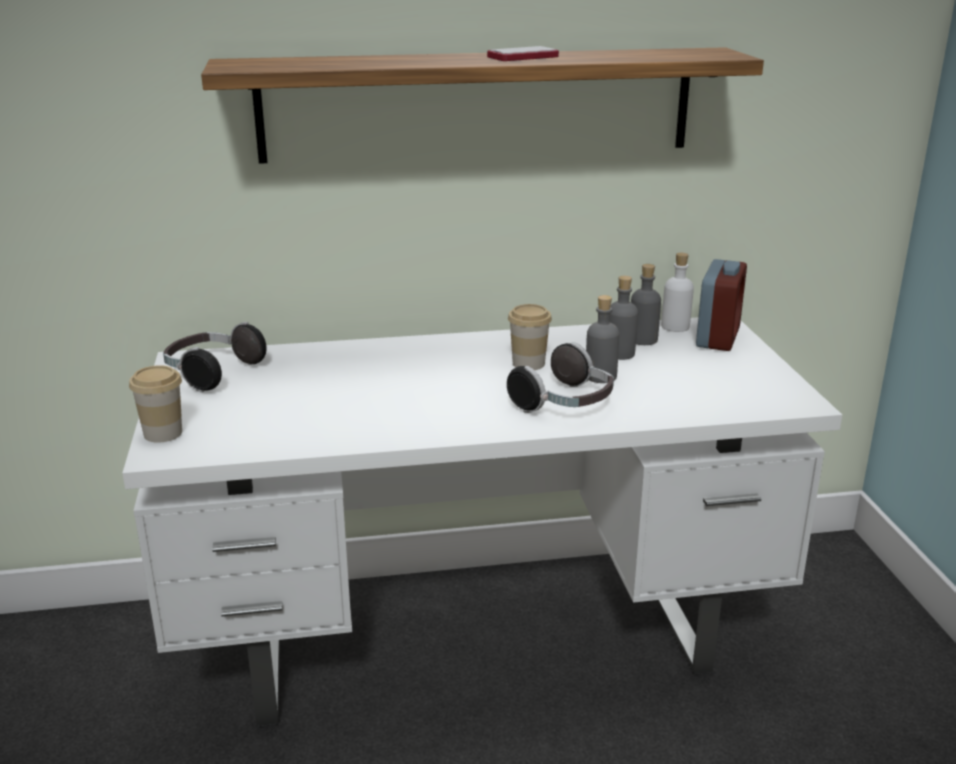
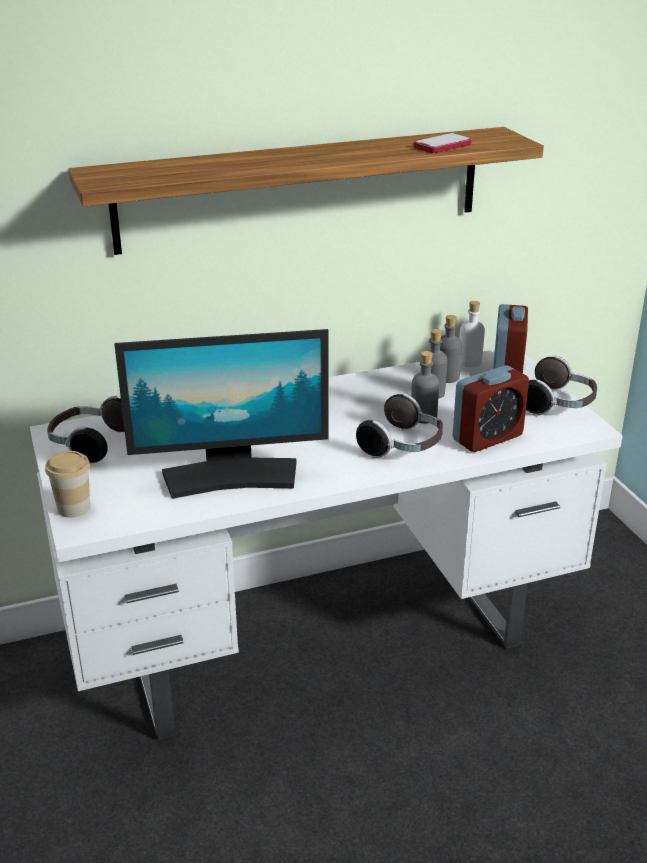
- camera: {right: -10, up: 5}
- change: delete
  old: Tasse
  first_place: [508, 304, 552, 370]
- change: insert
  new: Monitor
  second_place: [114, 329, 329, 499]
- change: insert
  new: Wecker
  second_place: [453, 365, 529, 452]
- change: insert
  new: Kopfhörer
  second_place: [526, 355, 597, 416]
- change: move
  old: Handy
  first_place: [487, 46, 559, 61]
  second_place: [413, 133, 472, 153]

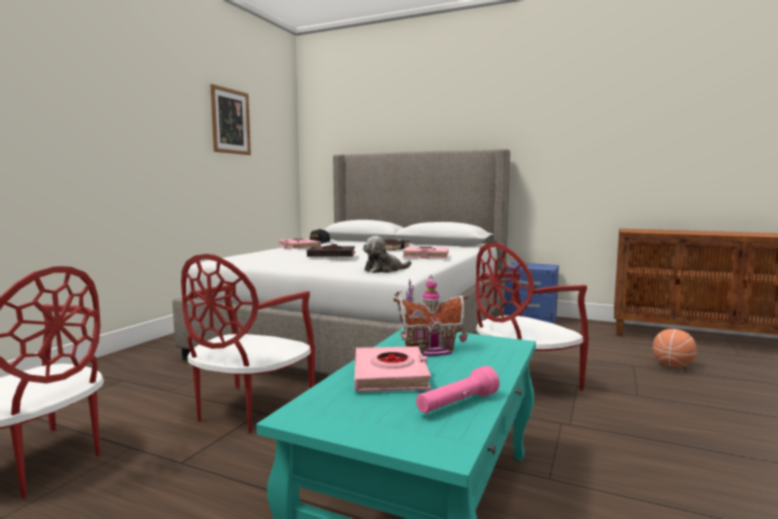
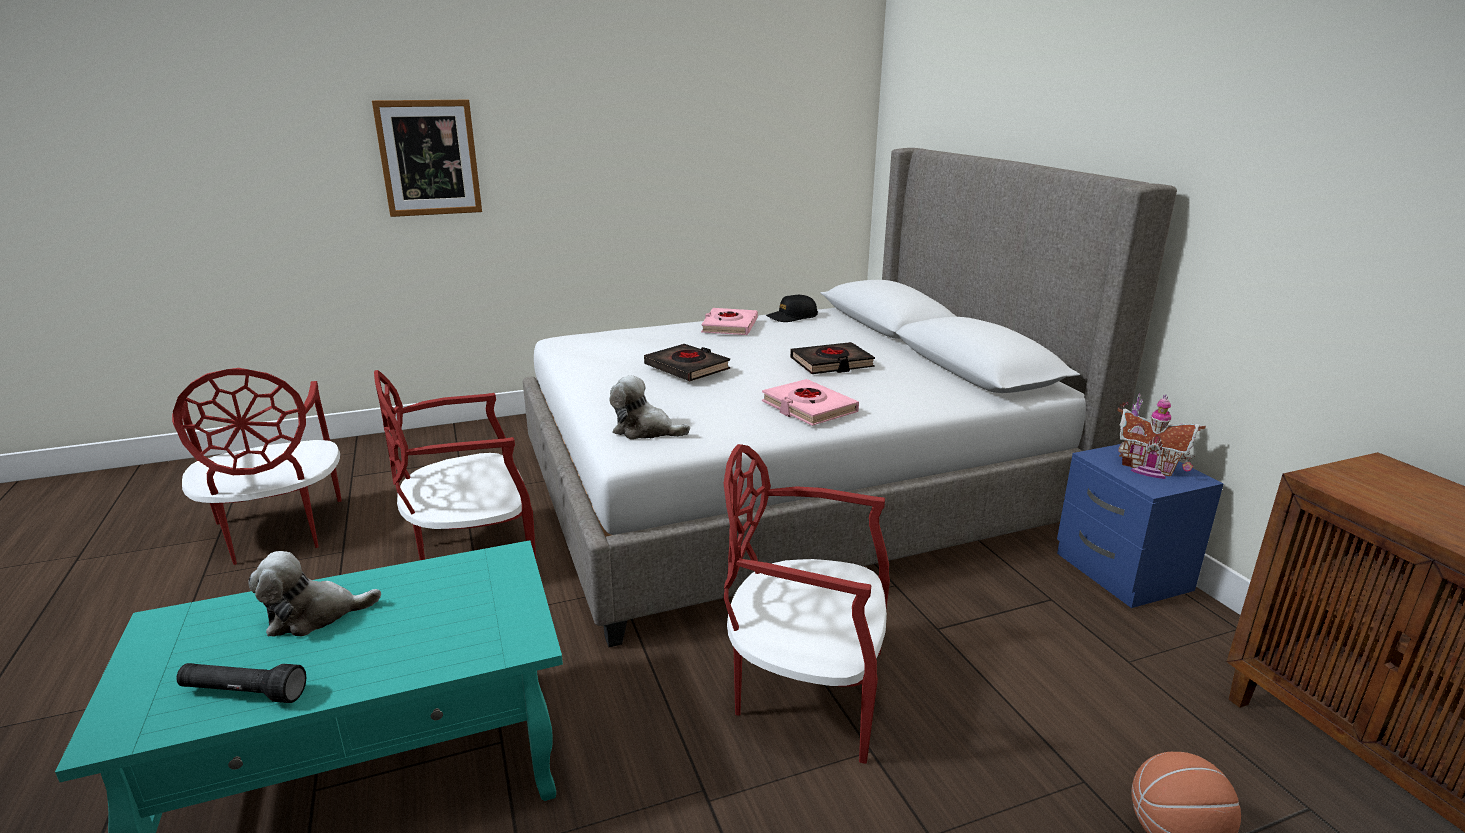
- camera: {right: 45, up: 15}
- change: move
  old: Bild
  first_place: [210, 84, 251, 155]
  second_place: [372, 100, 482, 217]
- change: move
  old: Spielzeughaus
  first_place: [393, 275, 468, 356]
  second_place: [1117, 393, 1206, 479]
- change: replace
  old: Buch/rosa
  new: Plüschtier
  first_place: [354, 346, 431, 392]
  second_place: [249, 551, 381, 637]
- change: recolor
  old: Taschenlampe/rosa
  new: Taschenlampe/schwarz
  first_place: [416, 366, 500, 413]
  second_place: [176, 663, 306, 703]

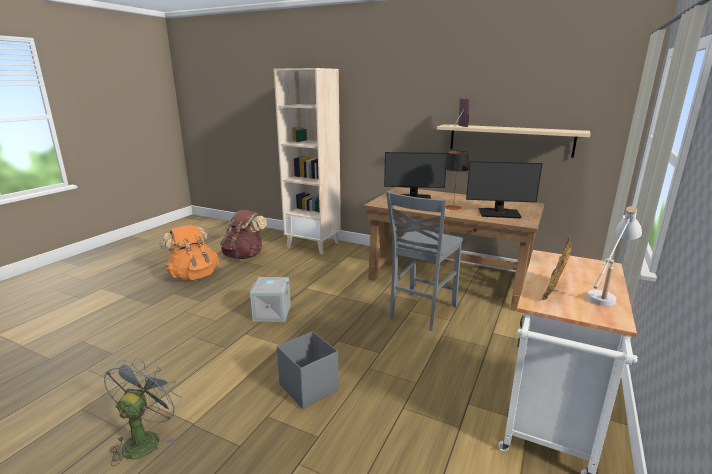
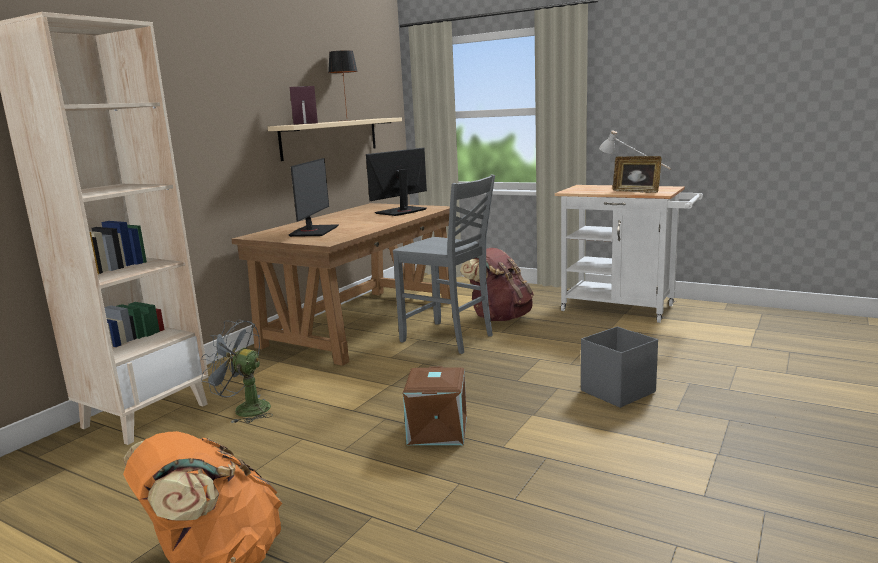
- camera: {right: -85, up: -5}
- change: move
  old: Ventilator/grau
  first_place: [104, 358, 182, 466]
  second_place: [201, 320, 273, 423]
- change: move
  old: Rucksack/braun
  first_place: [220, 210, 267, 259]
  second_place: [460, 248, 534, 321]
- change: move
  old: Tischlampe
  first_place: [444, 151, 469, 210]
  second_place: [328, 50, 358, 121]
- change: recolor
  old: Aufbewahrungsbox/grau
  new: Aufbewahrungsbox/braun
  first_place: [250, 277, 291, 322]
  second_place: [403, 366, 467, 445]
- change: rotate
  old: Monitor
  first_place: [466, 161, 543, 218]
  second_place: [366, 148, 427, 216]
  degrees: -150

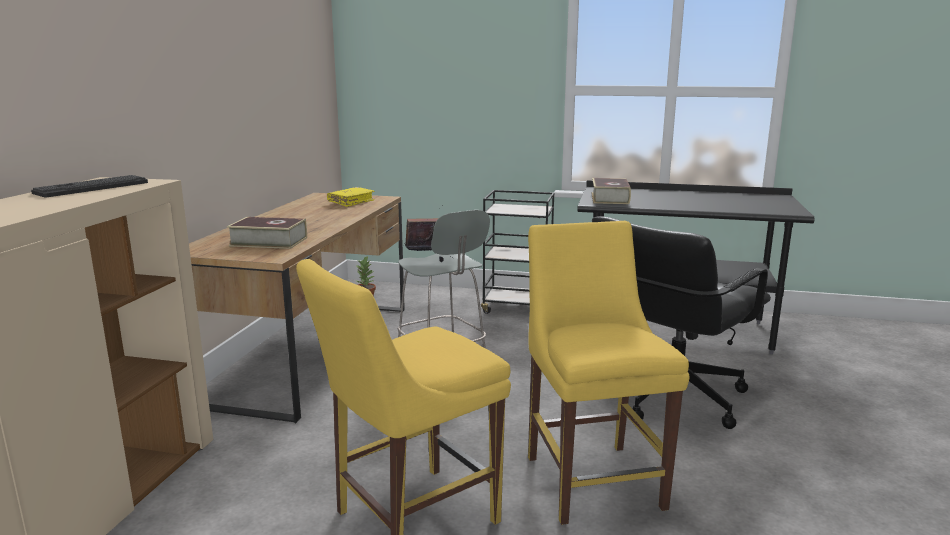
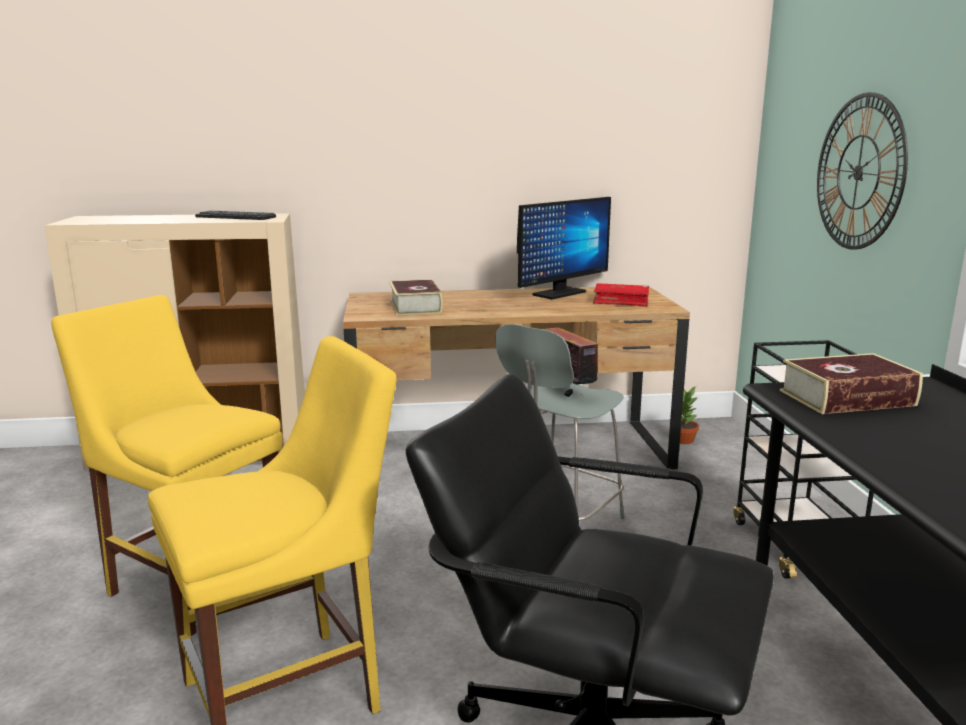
- camera: {right: 70, up: 0}
- change: insert
  new: Monitor
  second_place: [517, 197, 611, 299]
- change: insert
  new: Wanduhr
  second_place: [817, 92, 908, 250]
- change: recolor
  old: Buch/gelb
  new: Buch/rot
  first_place: [327, 187, 375, 207]
  second_place: [593, 283, 649, 307]

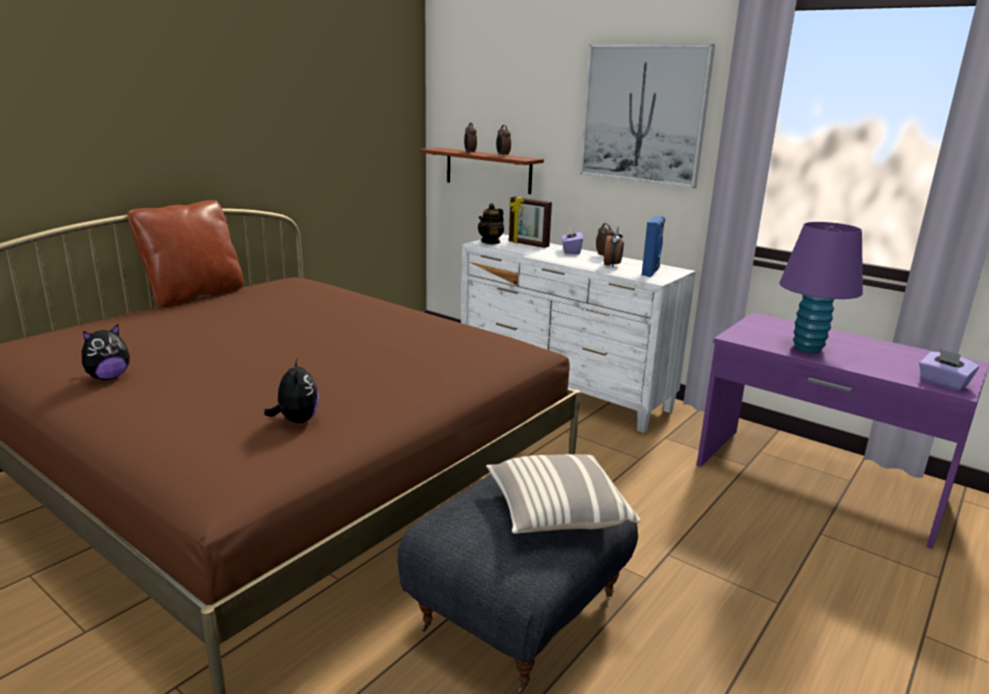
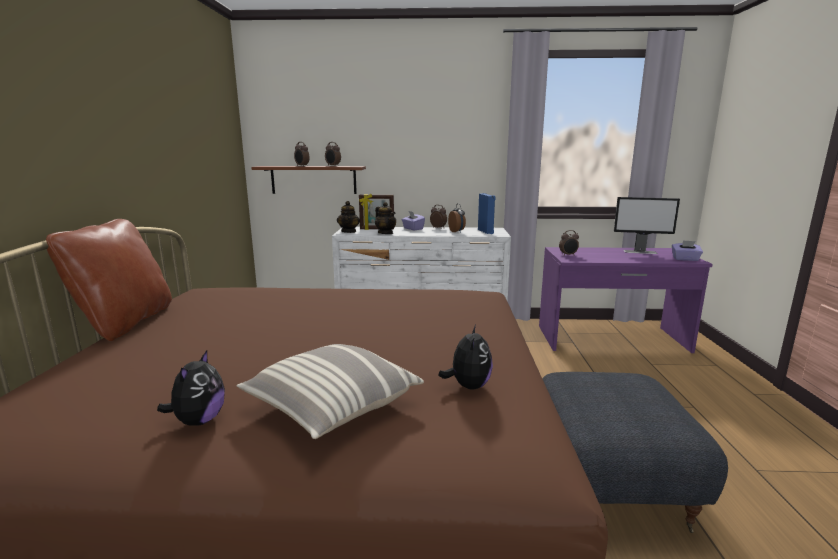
- camera: {right: -35, up: -5}
- change: delete
  old: Bild
  first_place: [580, 44, 715, 188]
- change: delete
  old: Tischlampe/lila
  first_place: [779, 222, 863, 353]
- change: insert
  new: Teekanne
  second_place: [375, 202, 396, 234]
- change: insert
  new: Wecker
  second_place: [559, 230, 579, 256]
- change: insert
  new: Monitor
  second_place: [614, 197, 680, 254]
- change: move
  old: Kissen
  first_place: [486, 454, 640, 534]
  second_place: [236, 344, 424, 439]
- change: rotate
  old: Plüschtier
  first_place: [264, 359, 319, 423]
  second_place: [438, 325, 493, 390]
  degrees: 60

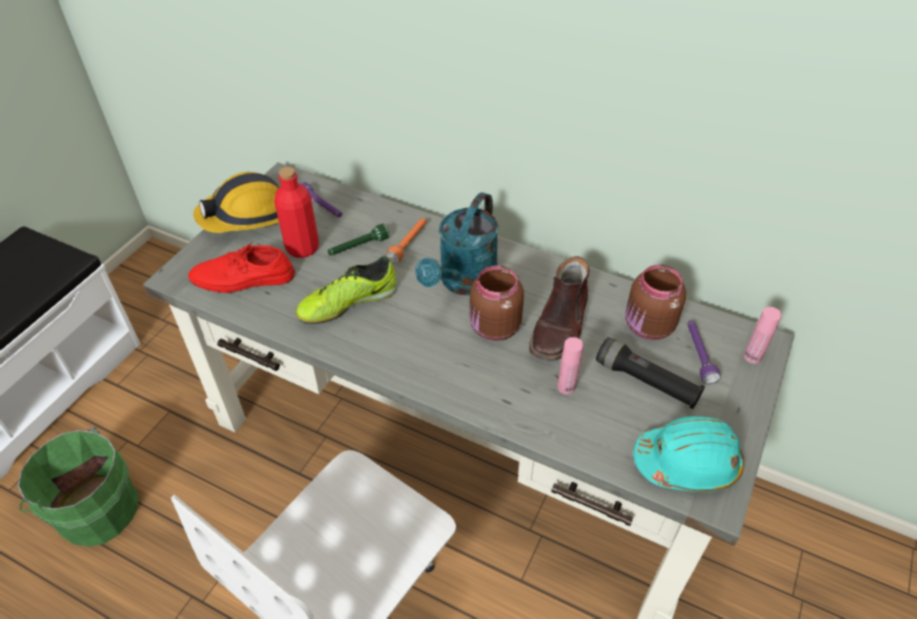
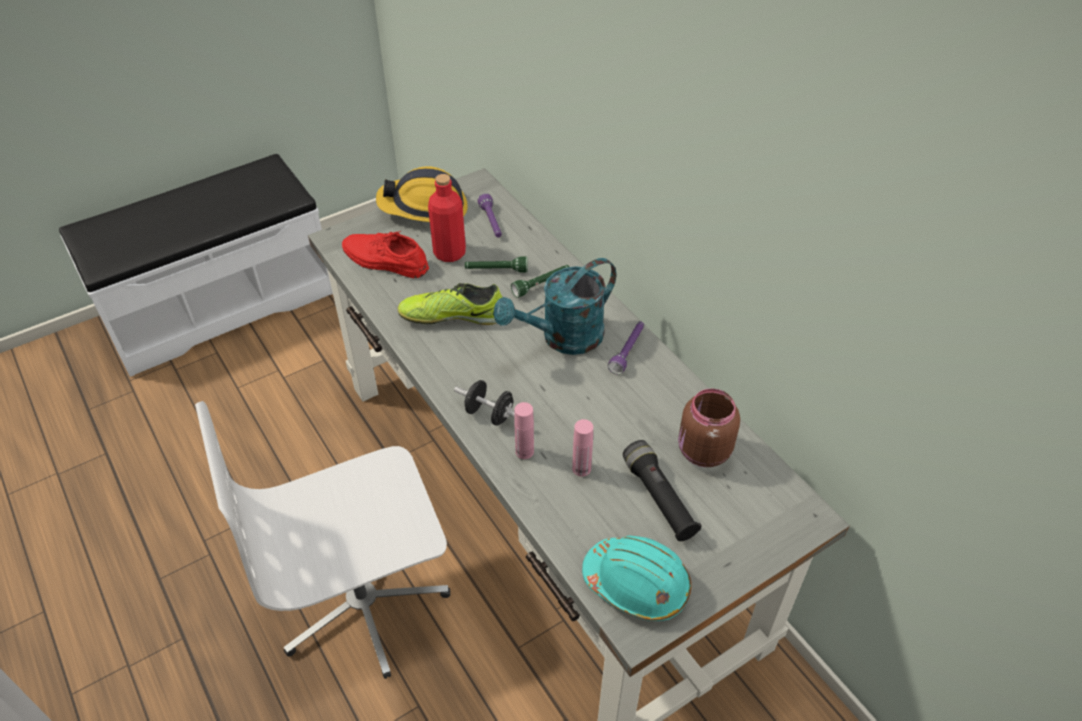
- camera: {right: 30, up: 0}
- change: delete
  old: Eimer/grün
  first_place: [18, 427, 139, 547]
- change: delete
  old: Vorratsglas/braun
  first_place: [470, 265, 524, 341]
- change: delete
  old: Stiefel/braun
  first_place: [529, 256, 589, 361]
- change: insert
  new: Hantel/schwarz
  second_place: [454, 380, 515, 426]
- change: move
  old: Taschenlampe/lila
  first_place: [687, 321, 721, 384]
  second_place: [608, 322, 644, 375]
- change: move
  old: Flasche/rosa
  first_place: [743, 307, 782, 364]
  second_place: [514, 402, 534, 459]
- change: recolor
  old: Taschenlampe/orange
  new: Taschenlampe/grün
  first_place: [386, 218, 427, 264]
  second_place: [511, 265, 569, 298]

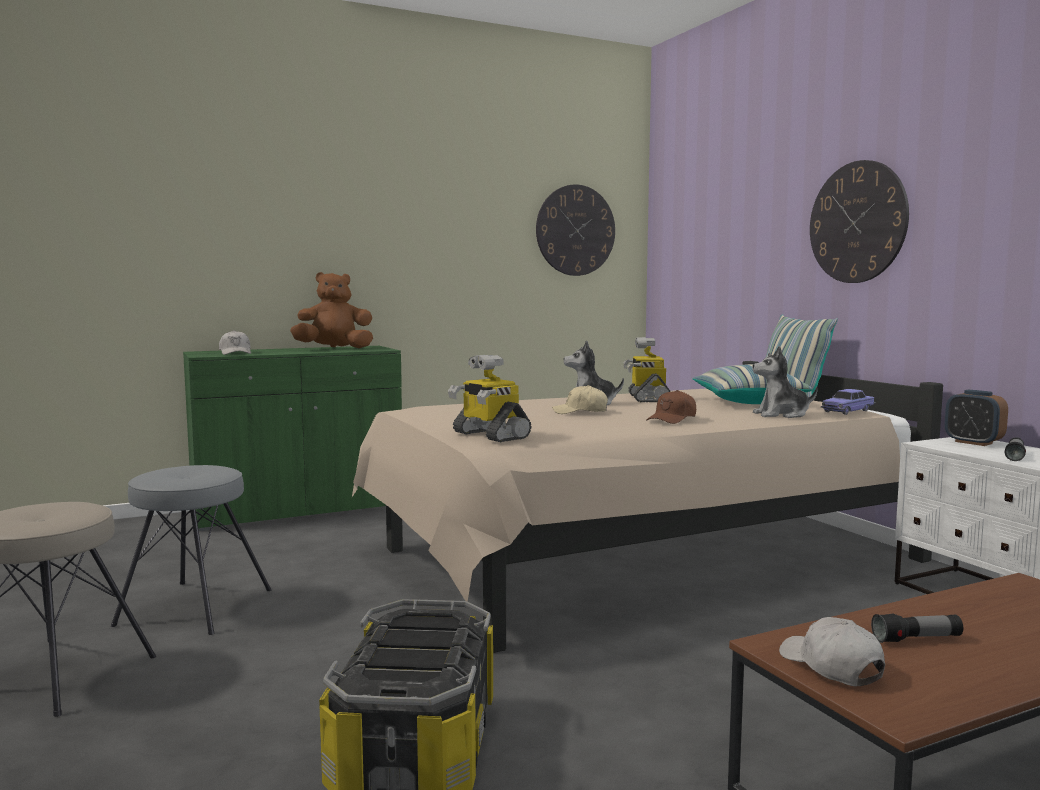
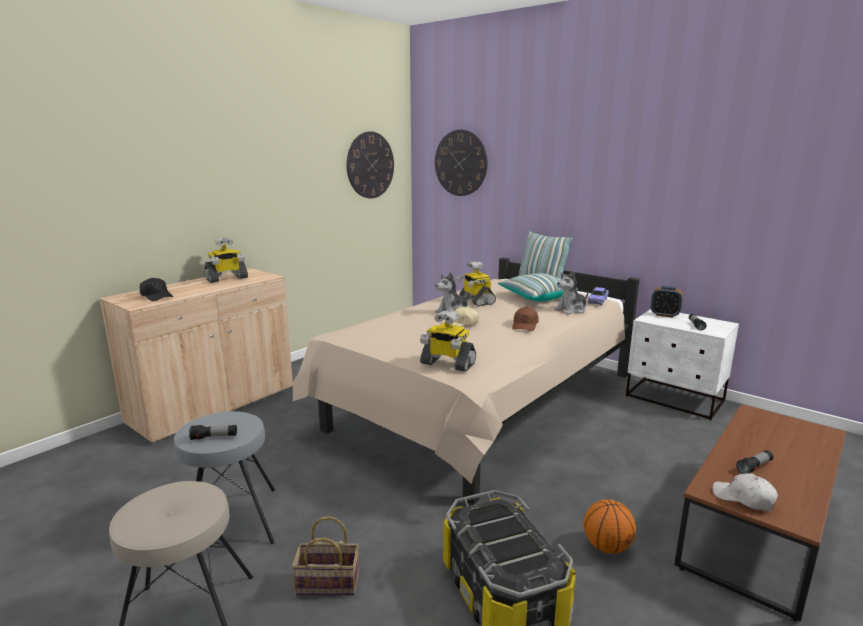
- camera: {right: -25, up: 10}
- change: insert
  new: Taschenlampe
  second_place: [189, 425, 237, 440]
- change: insert
  new: Korb
  second_place: [292, 516, 359, 595]
- change: insert
  new: Basketball
  second_place: [584, 499, 636, 553]
- change: move
  old: Wanduhr
  first_place: [810, 160, 909, 283]
  second_place: [435, 130, 488, 196]
- change: replace
  old: Plüschtier/braun
  new: Spielzeugroboter
  first_place: [290, 272, 373, 348]
  second_place: [204, 237, 248, 283]
- change: recolor
  old: Schrank/grün
  new: Schrank/beige
  first_place: [183, 346, 402, 531]
  second_place: [99, 268, 293, 444]
- change: recolor
  old: Kappe/weiß
  new: Kappe/schwarz
  first_place: [219, 330, 251, 355]
  second_place: [140, 278, 173, 301]

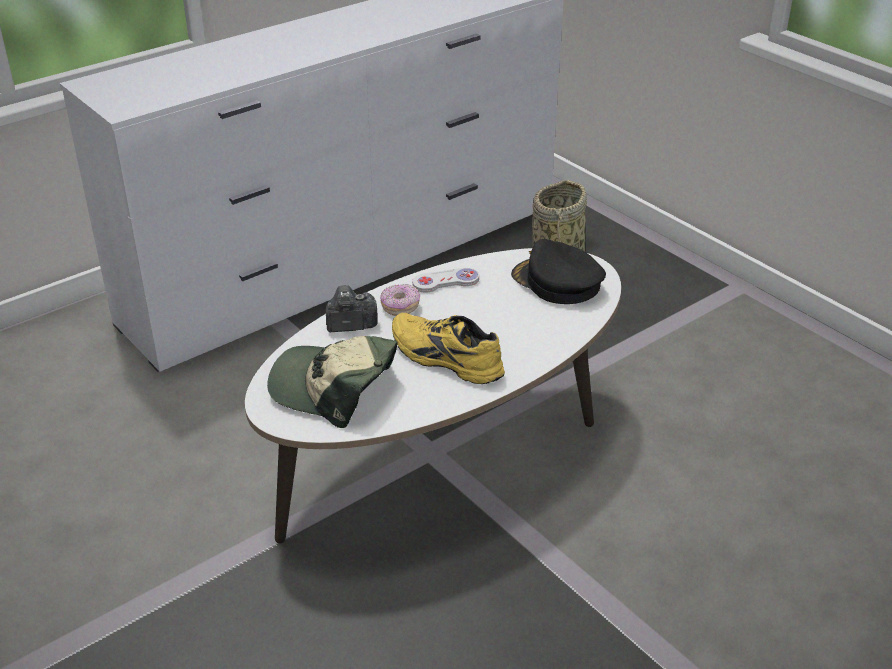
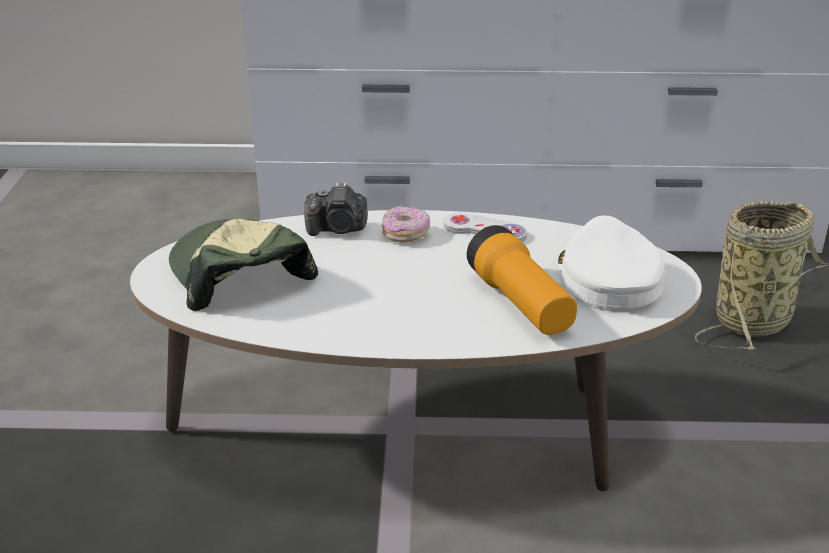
- camera: {right: 40, up: -5}
- change: delete
  old: Schuh/gelb
  first_place: [392, 313, 505, 384]
- change: insert
  new: Taschenlampe
  second_place: [467, 225, 577, 335]
- change: recolor
  old: Kappe/schwarz
  new: Kappe/weiß
  first_place: [511, 239, 606, 304]
  second_place: [558, 215, 665, 309]
- change: rotate
  old: Kamera
  first_place: [326, 285, 377, 332]
  second_place: [304, 183, 368, 236]
  degrees: 150

